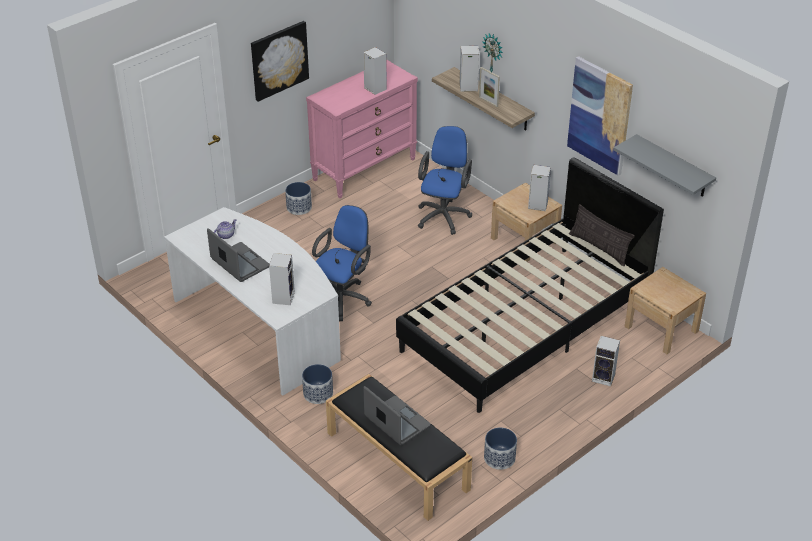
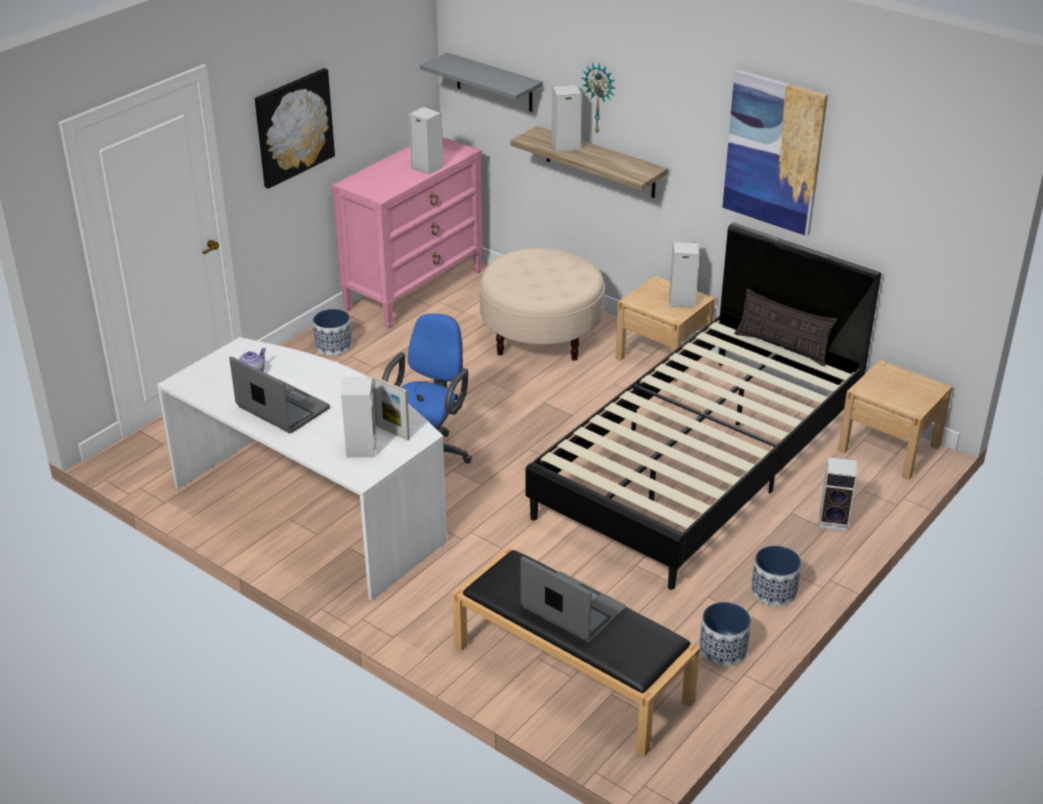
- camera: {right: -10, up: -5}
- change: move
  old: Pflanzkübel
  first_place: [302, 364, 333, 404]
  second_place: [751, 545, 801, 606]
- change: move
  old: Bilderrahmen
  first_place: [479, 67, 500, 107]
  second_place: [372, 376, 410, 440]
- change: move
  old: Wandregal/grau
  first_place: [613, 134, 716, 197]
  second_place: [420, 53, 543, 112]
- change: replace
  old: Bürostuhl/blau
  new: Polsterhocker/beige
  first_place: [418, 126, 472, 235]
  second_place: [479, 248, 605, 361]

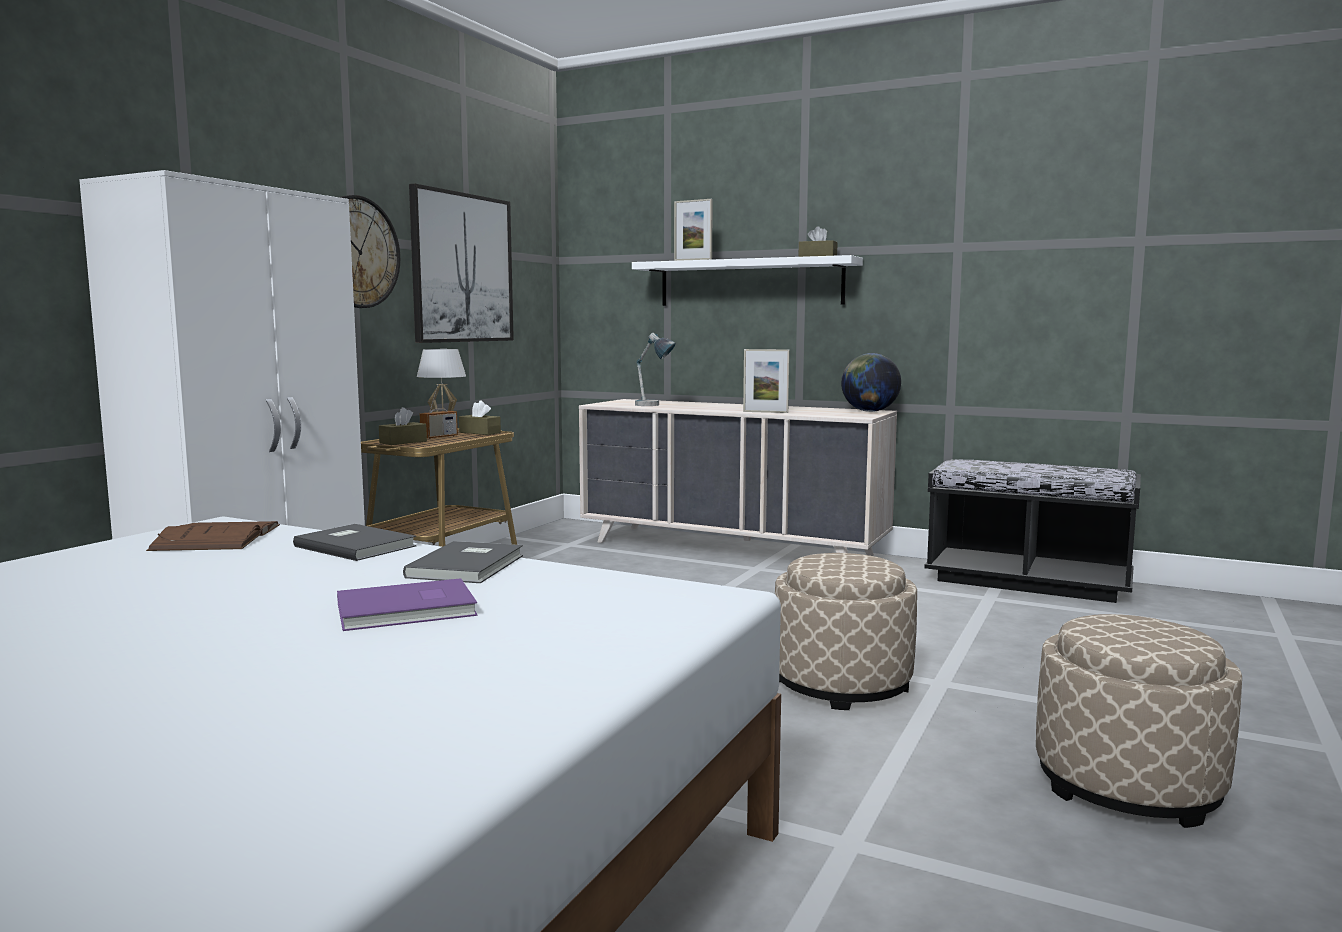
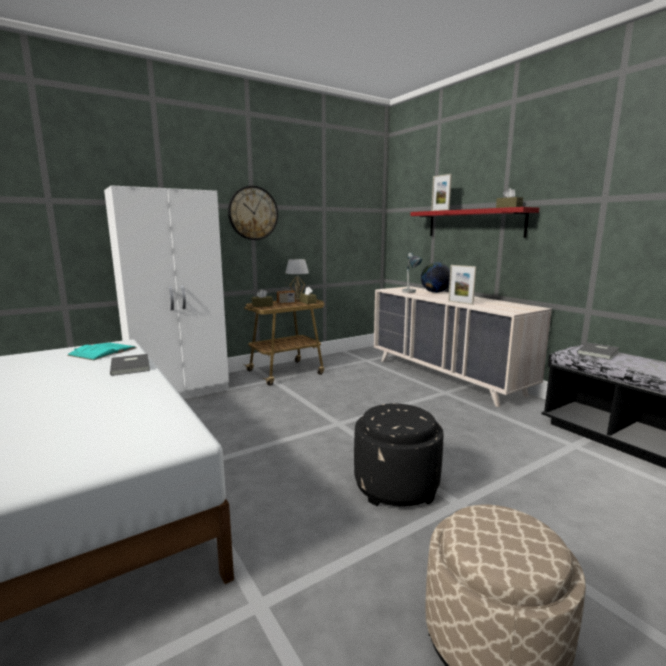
- camera: {right: 30, up: 5}
- change: delete
  old: Buch/lila
  first_place: [337, 578, 478, 631]
- change: delete
  old: Bild
  first_place: [409, 184, 514, 343]
- change: move
  old: Buch/grau
  first_place: [403, 541, 523, 583]
  second_place: [577, 343, 620, 360]
- change: move
  old: Globus
  first_place: [841, 353, 901, 412]
  second_place: [421, 262, 450, 293]
- change: recolor
  old: Buch/braun
  new: Buch/türkis
  first_place: [146, 521, 280, 551]
  second_place: [67, 342, 136, 360]
- change: recolor
  old: Wandregal/weiß
  new: Wandregal/rot
  first_place: [632, 255, 863, 306]
  second_place: [411, 207, 539, 238]
- change: recolor
  old: Polsterhocker/beige
  new: Polsterhocker/schwarz
  first_place: [775, 553, 917, 710]
  second_place: [354, 403, 443, 507]

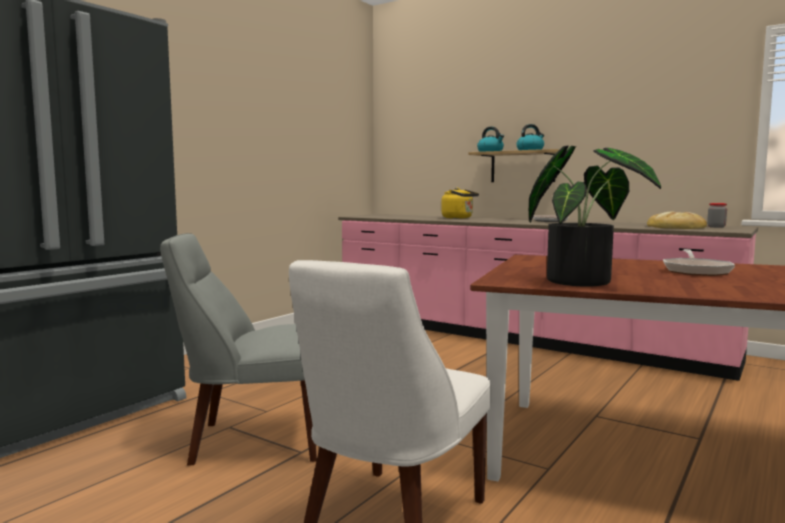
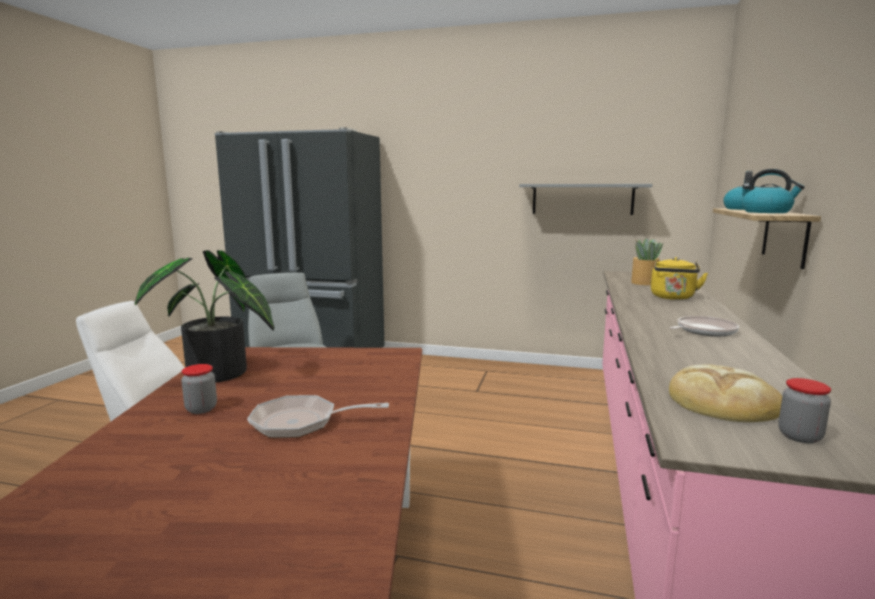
- camera: {right: 70, up: 5}
- change: insert
  new: Vorratsglas
  second_place: [181, 364, 217, 414]
- change: insert
  new: Wandregal/grau
  second_place: [519, 184, 653, 215]
- change: insert
  new: Topfpflanze
  second_place: [631, 238, 664, 285]

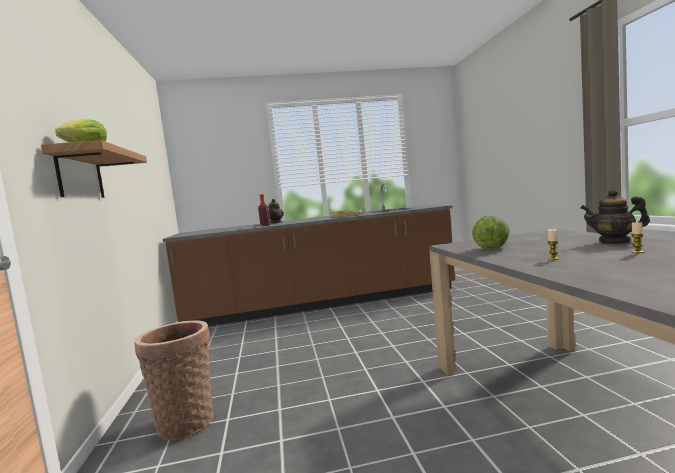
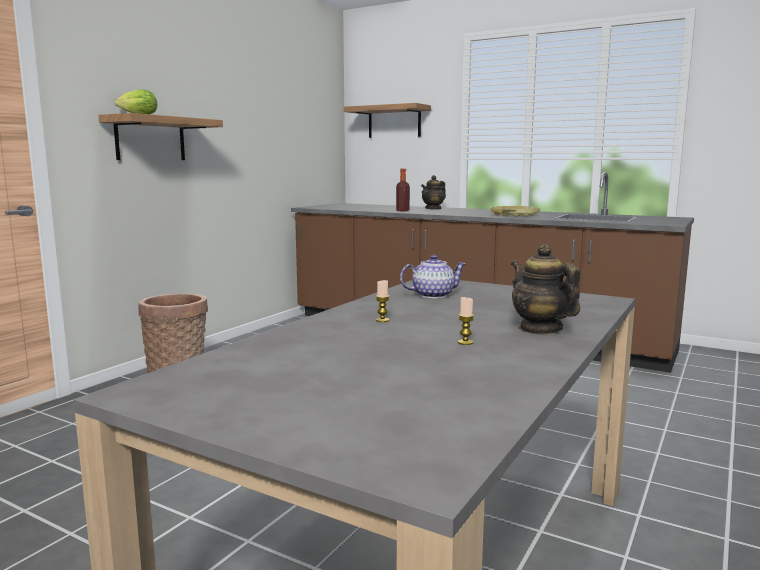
- camera: {right: 40, up: 5}
- change: insert
  new: Wandregal
  second_place: [343, 103, 431, 138]
- change: replace
  old: Salatkopf
  new: Teekanne
  first_place: [472, 215, 510, 249]
  second_place: [400, 255, 466, 298]

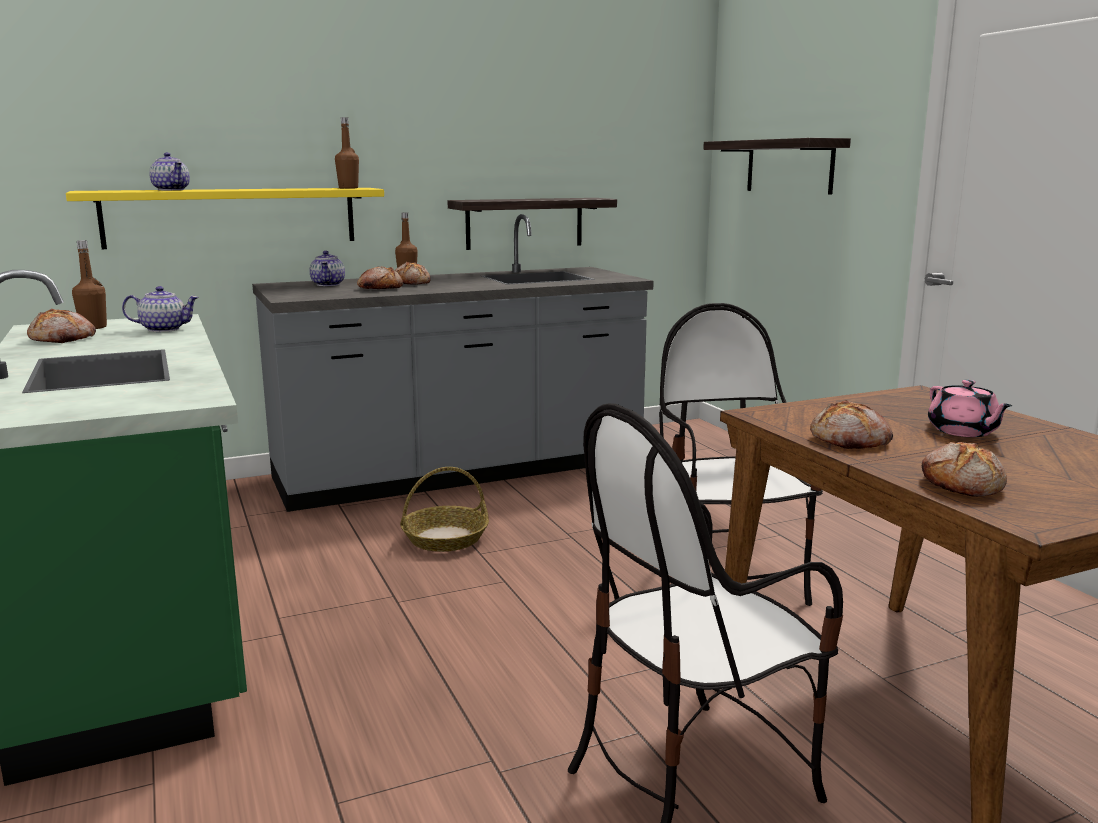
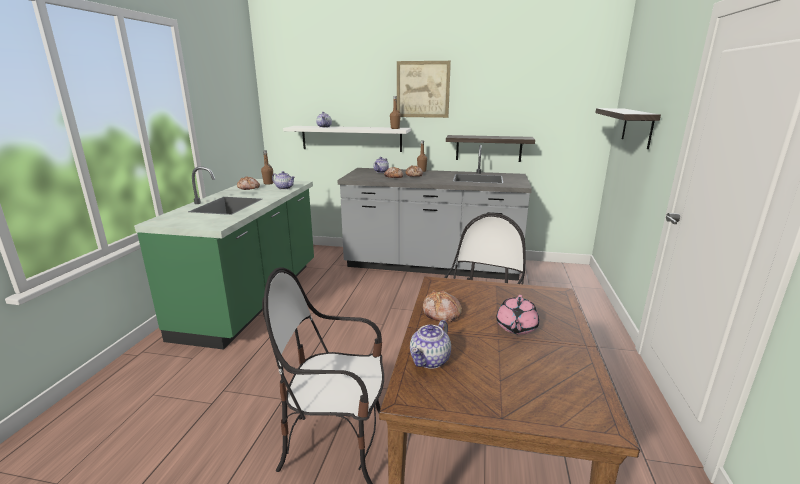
- camera: {right: 35, up: 5}
- change: delete
  old: Korb
  first_place: [400, 467, 489, 552]
- change: insert
  new: Bild
  second_place: [397, 61, 451, 118]
- change: replace
  old: Brot
  new: Teekanne
  first_place: [922, 442, 1007, 497]
  second_place: [410, 320, 451, 369]
- change: recolor
  old: Wandregal/gelb
  new: Wandregal/weiß
  first_place: [66, 188, 384, 249]
  second_place: [283, 126, 411, 152]

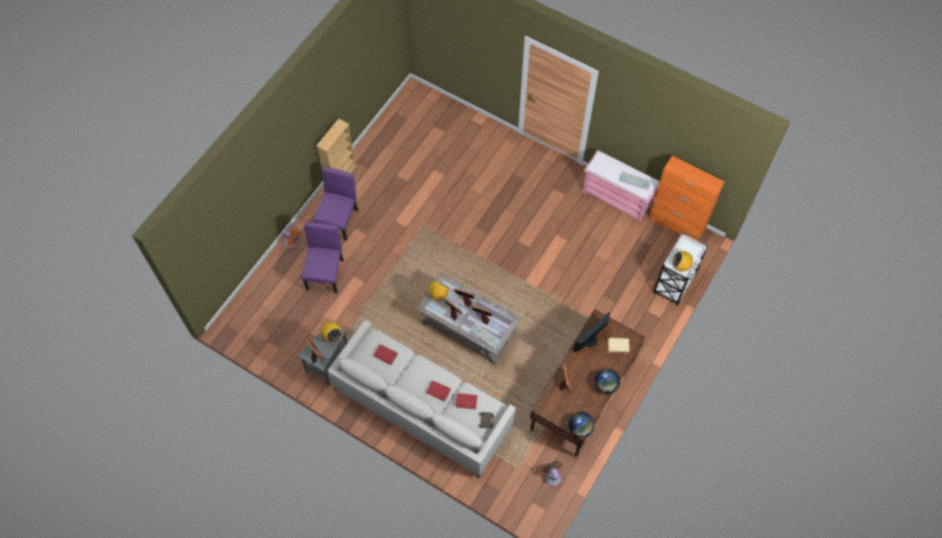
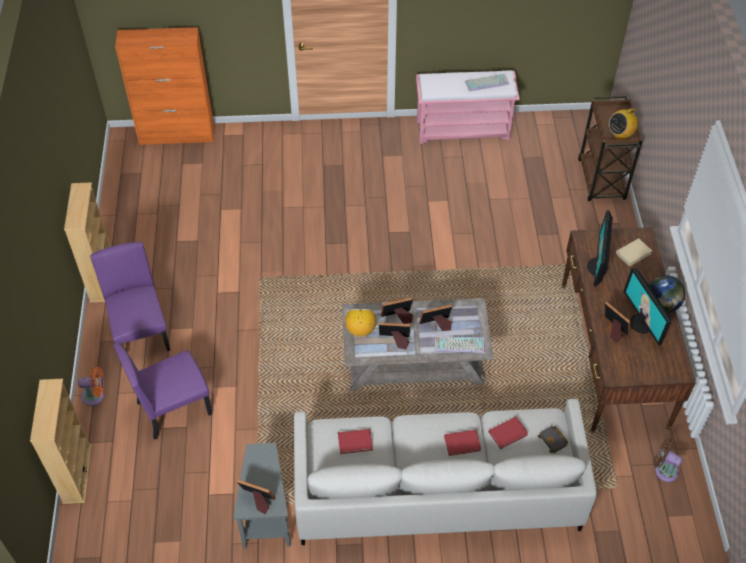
- camera: {right: -35, up: -10}
- change: delete
  old: Radio
  first_place: [319, 322, 342, 343]
- change: delete
  old: Globus
  first_place: [569, 412, 595, 438]
- change: insert
  new: Bücherregal/beige
  second_place: [30, 379, 92, 504]
- change: insert
  new: Monitor
  second_place: [623, 267, 671, 346]
- change: move
  old: Schrank/orange
  first_place: [649, 156, 725, 242]
  second_place: [115, 27, 214, 145]
- change: recolor
  old: Rollwagen/weiß
  new: Rollwagen/braun
  first_place: [653, 231, 708, 305]
  second_place: [578, 96, 643, 201]
- change: rotate
  old: Stuhl/lila
  first_place: [301, 223, 344, 293]
  second_place: [113, 343, 212, 440]
  degrees: -90

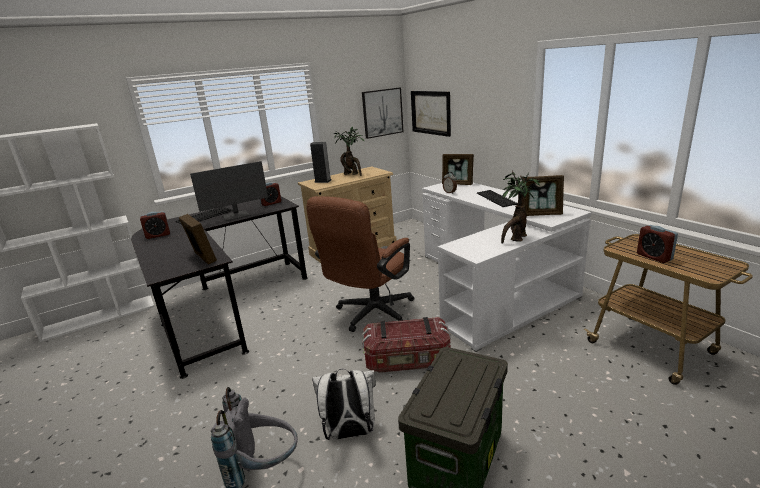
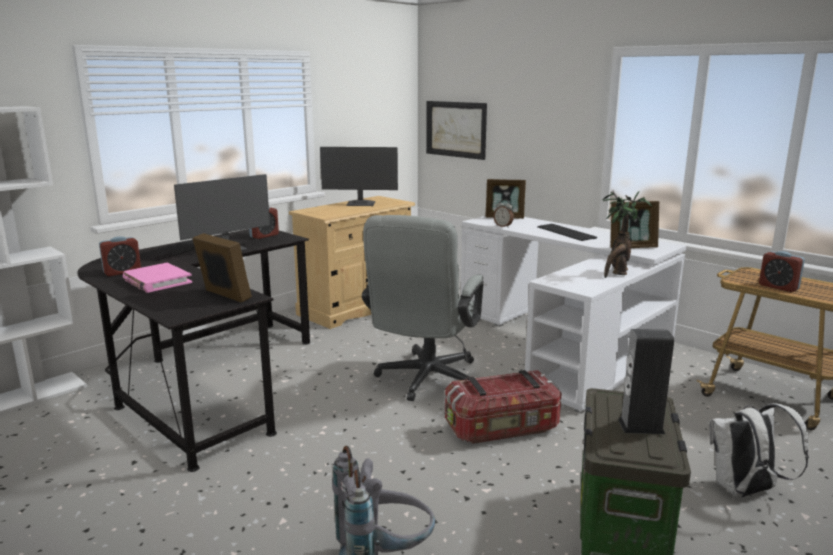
- camera: {right: -15, up: -5}
- change: delete
  old: Bild
  first_place: [362, 88, 404, 139]
- change: insert
  new: Buch/rosa
  second_place: [123, 263, 192, 293]
- change: move
  old: Lautsprecher
  first_place: [310, 142, 332, 183]
  second_place: [618, 329, 674, 434]
- change: move
  old: Rucksack/weiß
  first_place: [312, 369, 376, 440]
  second_place: [709, 403, 809, 498]
- change: replace
  old: Topfpflanze
  new: Monitor
  first_place: [333, 126, 365, 176]
  second_place: [320, 147, 398, 206]
- change: recolor
  old: Bürostuhl/braun
  new: Bürostuhl/grau
  first_place: [306, 196, 414, 332]
  second_place: [362, 215, 484, 401]

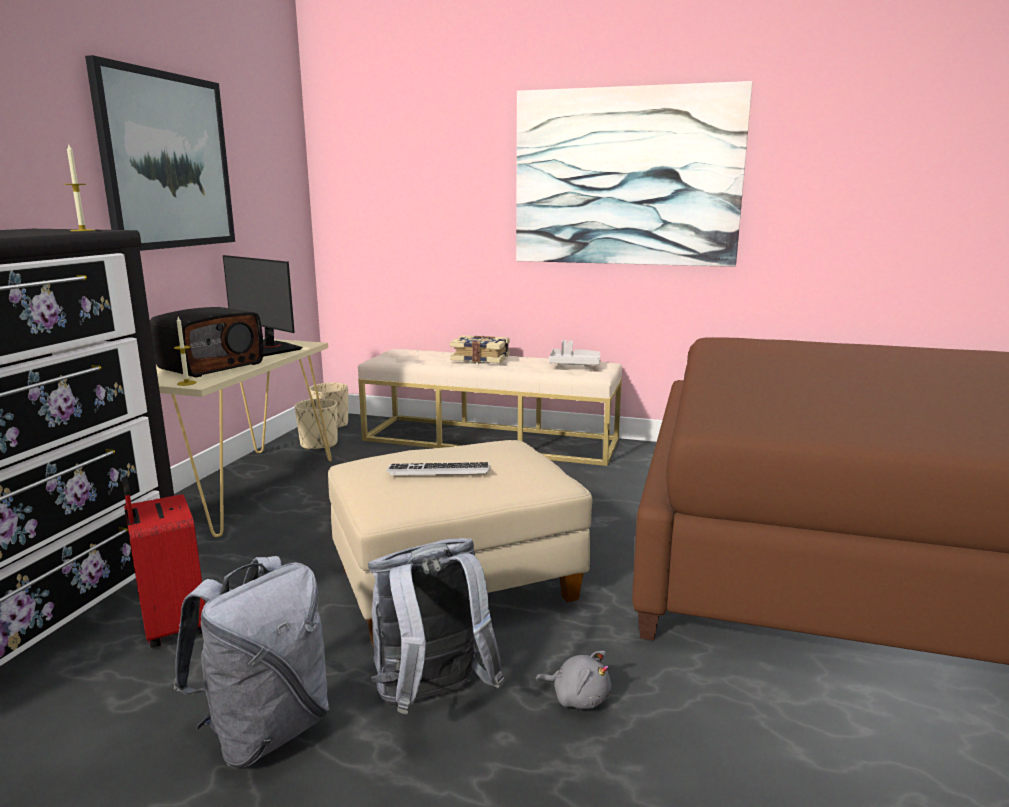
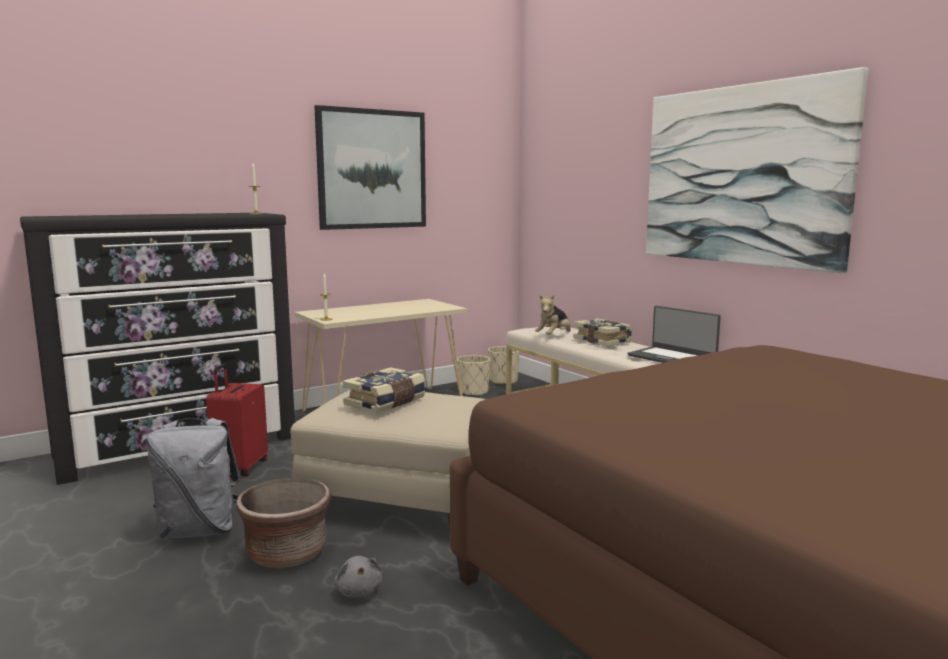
- camera: {right: 40, up: -5}
- change: delete
  old: Radio
  first_place: [150, 307, 263, 377]
- change: delete
  old: Monitor
  first_place: [223, 255, 302, 357]
- change: insert
  new: Plüschtier
  second_place: [535, 294, 571, 335]
- change: replace
  old: Rucksack/grau
  new: Pflanzkübel/braun
  first_place: [368, 538, 505, 714]
  second_place: [236, 478, 332, 568]
- change: replace
  old: Tastatur
  new: Buch
  first_place: [387, 462, 490, 475]
  second_place: [343, 367, 426, 413]
- change: replace
  old: Tablett/grau
  new: Laptop
  first_place: [549, 340, 600, 365]
  second_place: [628, 306, 721, 363]

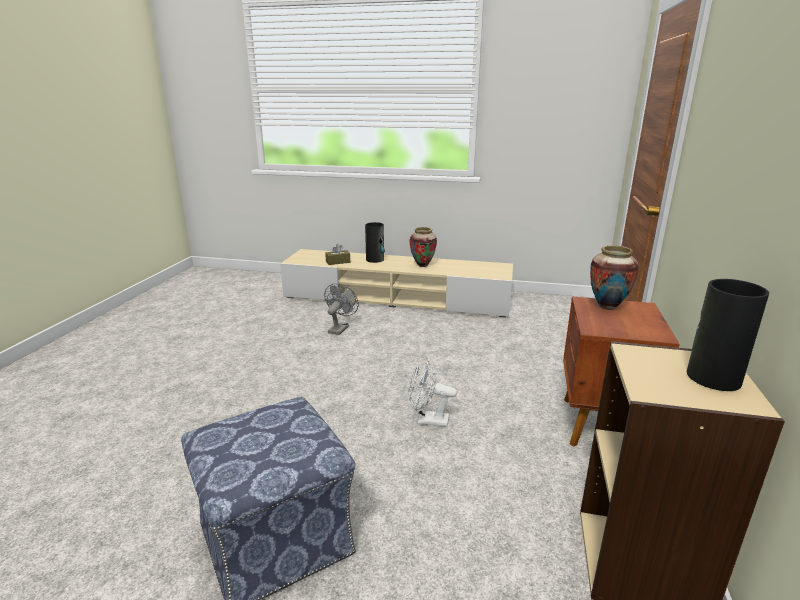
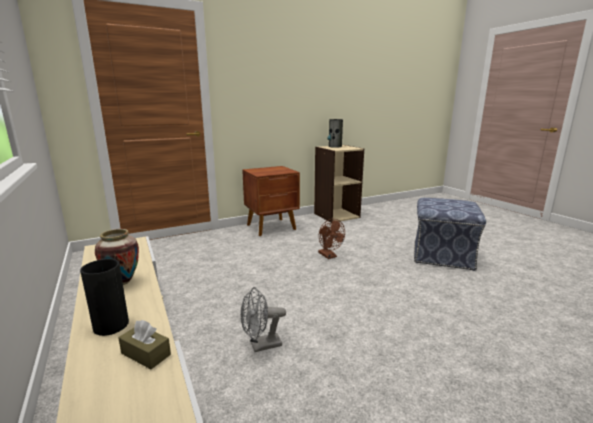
- camera: {right: -130, up: -5}
- change: delete
  old: Vase
  first_place: [590, 245, 639, 310]
- change: recolor
  old: Ventilator/weiß
  new: Ventilator/braun
  first_place: [409, 359, 457, 427]
  second_place: [318, 219, 345, 259]

